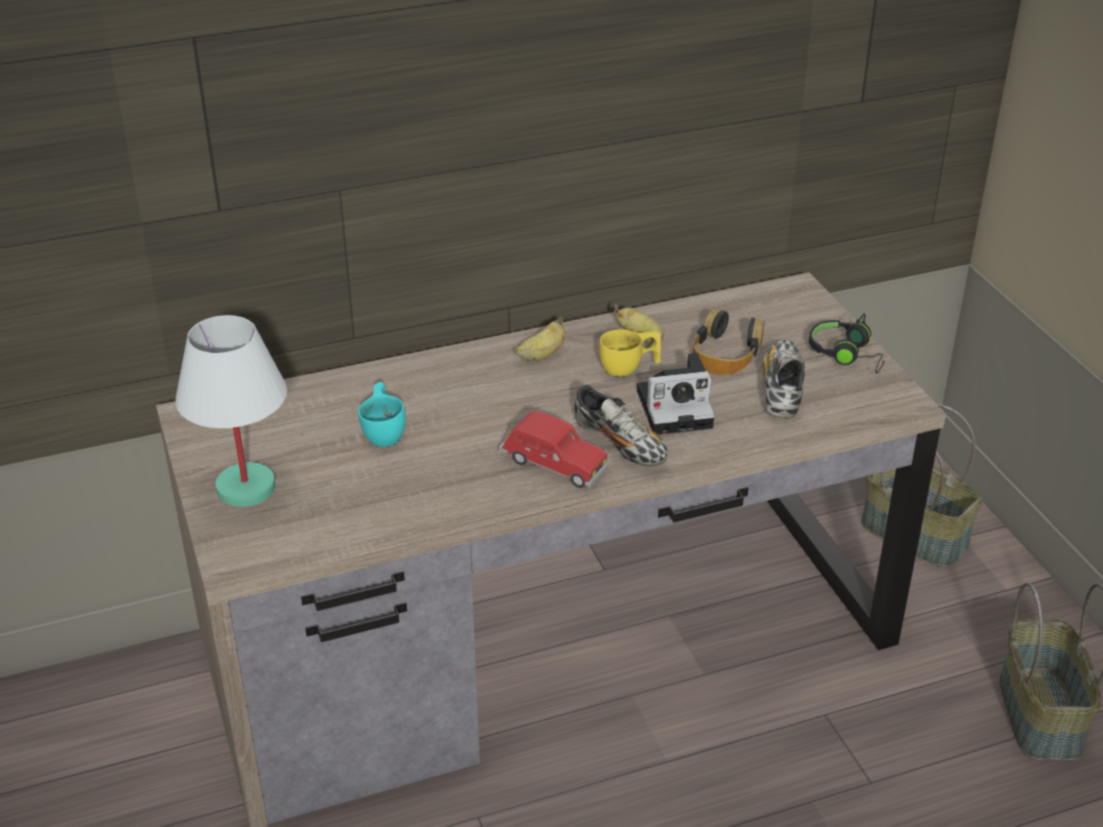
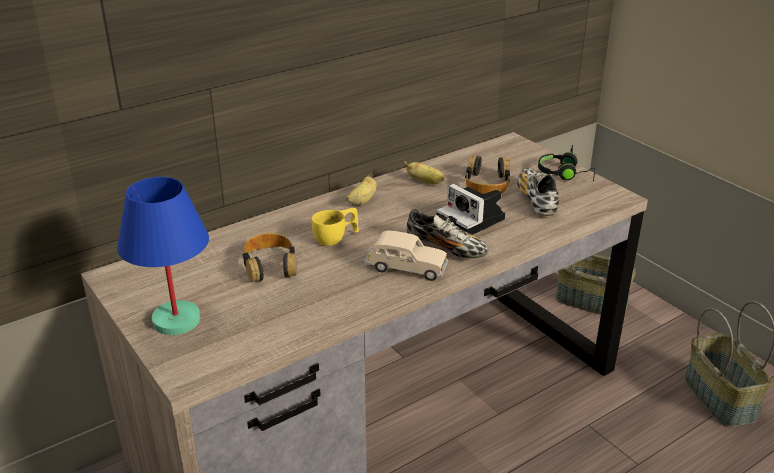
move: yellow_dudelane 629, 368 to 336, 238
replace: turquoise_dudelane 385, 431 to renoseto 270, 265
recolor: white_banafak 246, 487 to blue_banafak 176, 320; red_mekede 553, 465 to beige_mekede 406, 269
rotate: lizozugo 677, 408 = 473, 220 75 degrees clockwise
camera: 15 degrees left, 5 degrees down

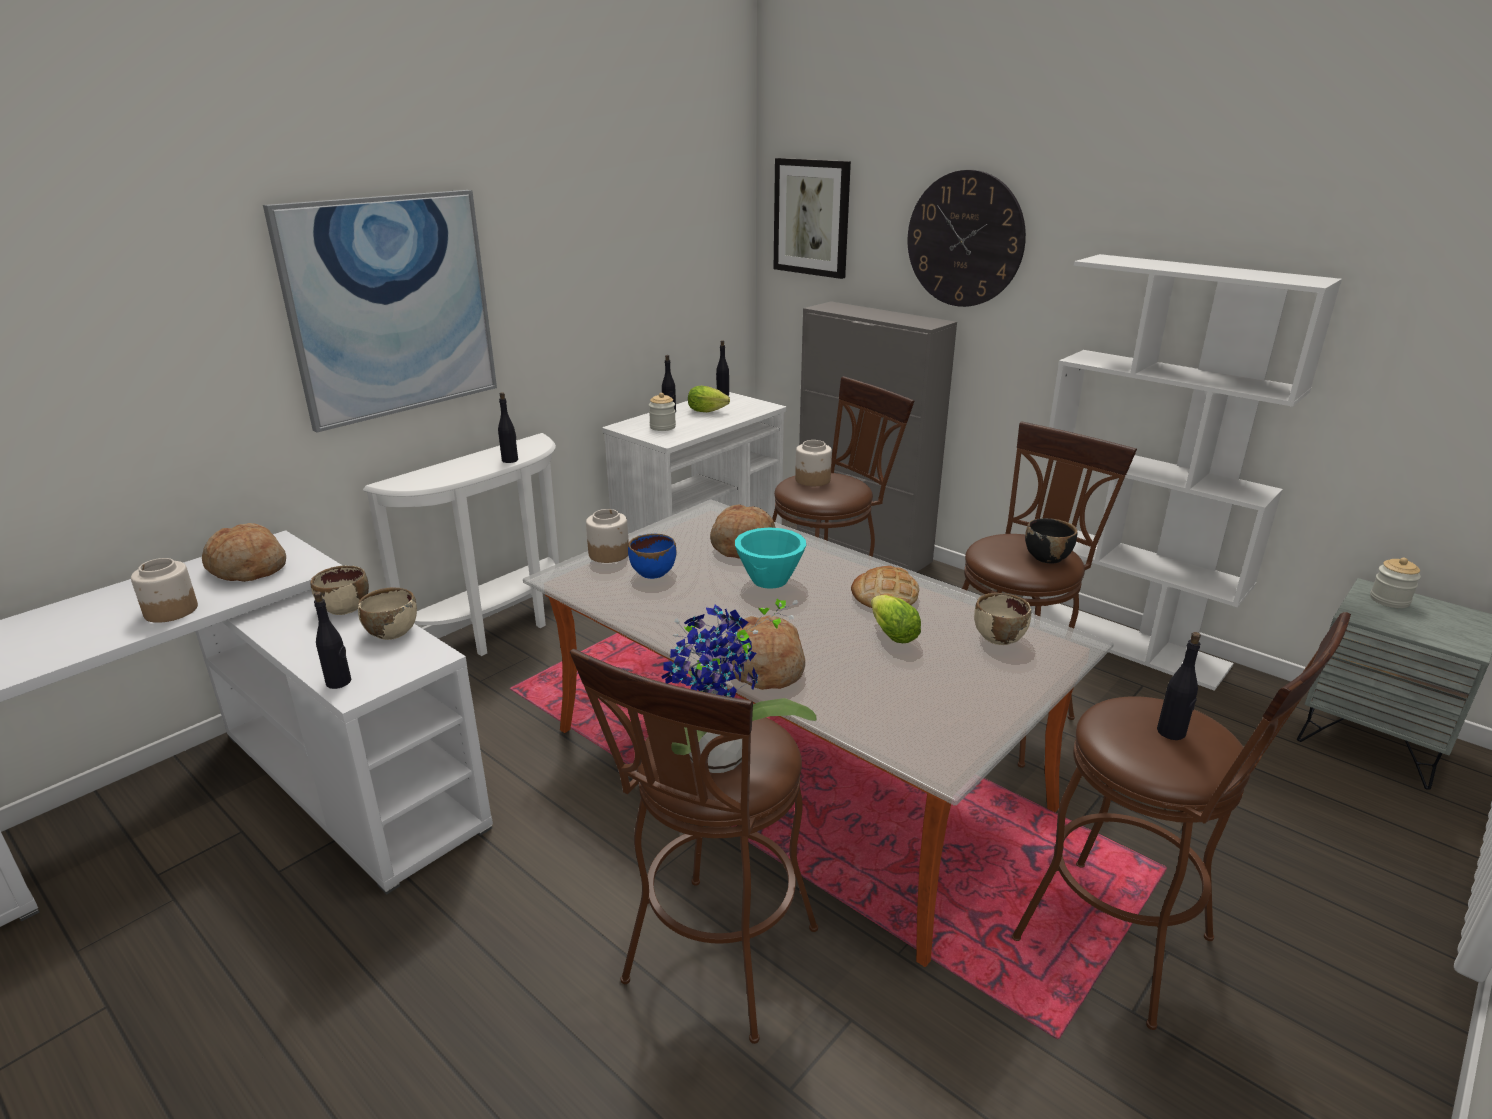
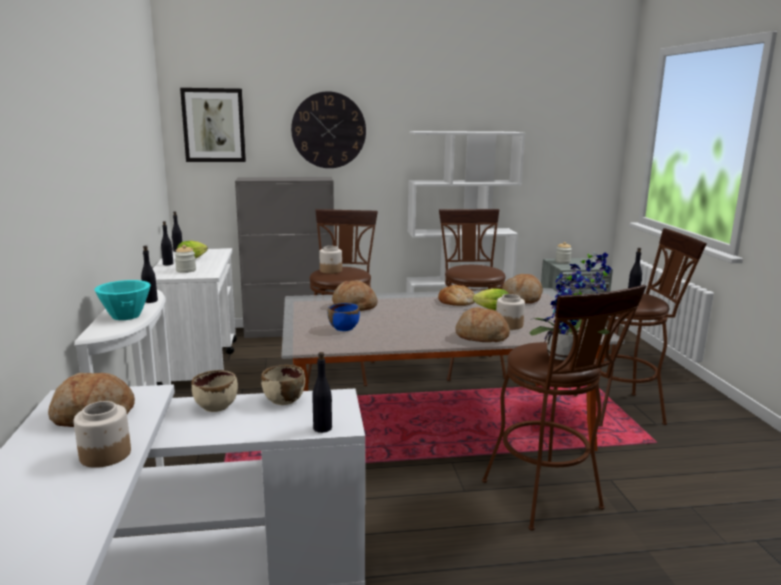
delete: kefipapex 391, 307; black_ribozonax 1047, 557
move: turquoise_ribozonax 769, 580 to 125, 316; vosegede 609, 554 to 508, 325
replace: beige_ribozonax 998, 637 to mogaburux 522, 298
camera: 50 degrees left, 10 degrees down

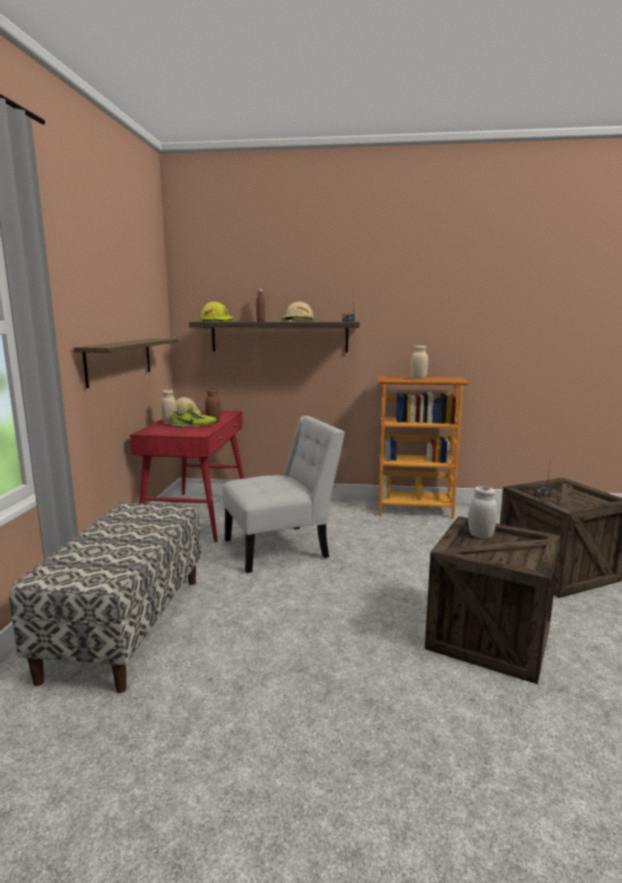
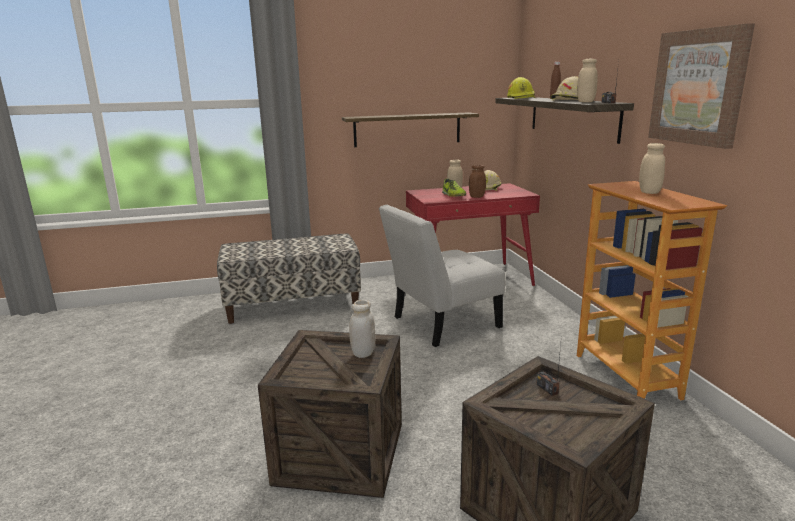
insert: beige_vosegede 585, 102; kefipapex 698, 87
rotate: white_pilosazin 281, 547 = 441, 324 105 degrees clockwise
camera: 70 degrees right, 5 degrees up

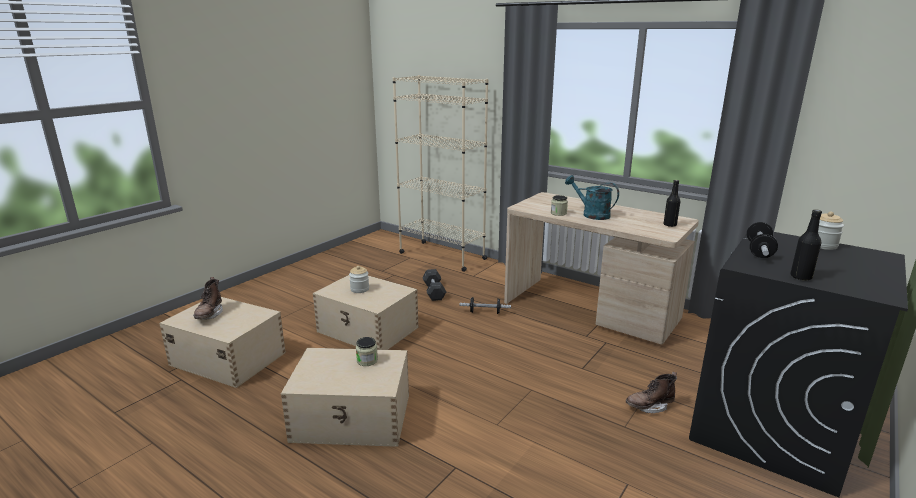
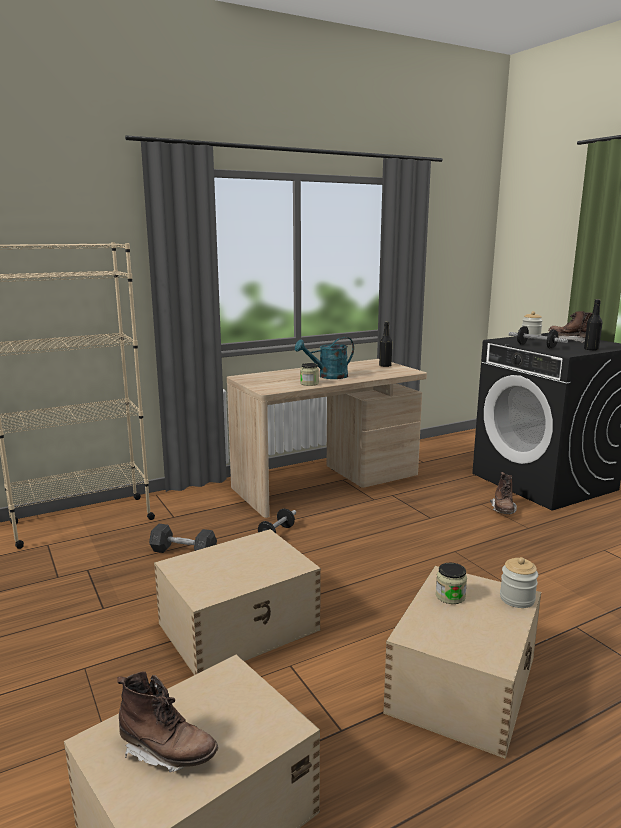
insert: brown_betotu 571, 340
move: vosegede 359, 289 to 517, 599
camera: 65 degrees left, 5 degrees down

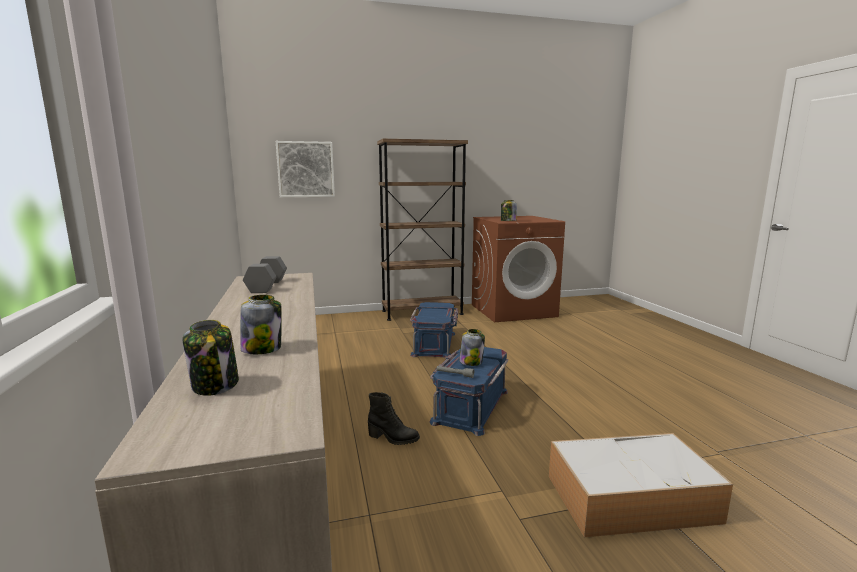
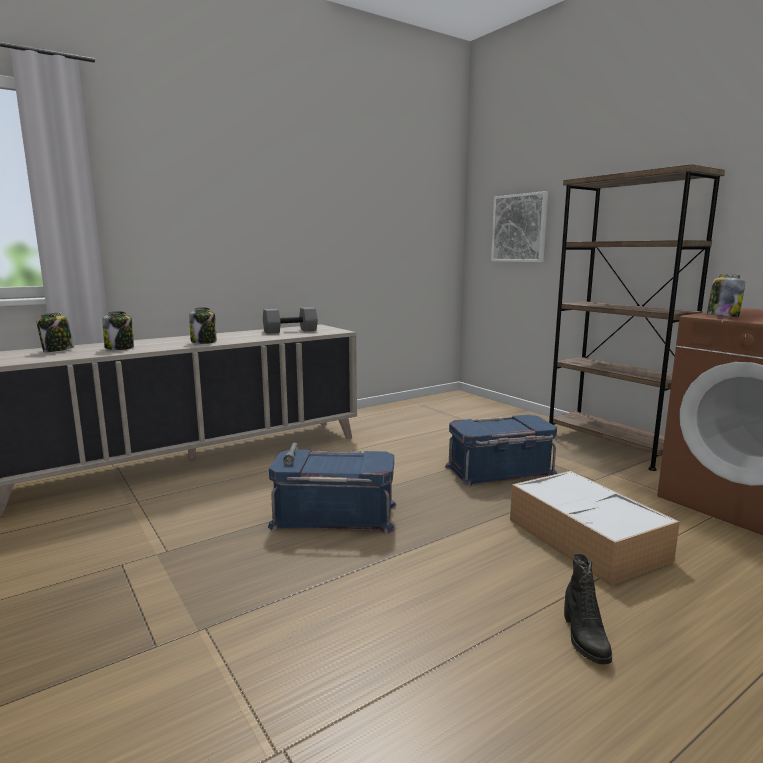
move: vosegede 471, 362 to 204, 342; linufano 632, 498 to 588, 540; black_betotu 393, 438 to 584, 638
camera: 70 degrees right, 0 degrees up

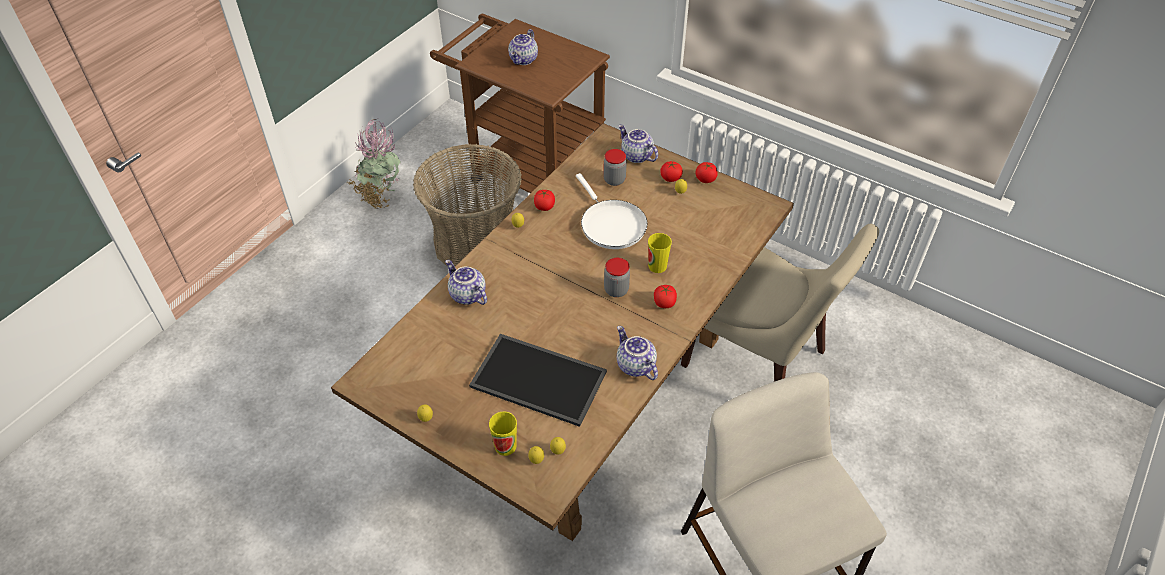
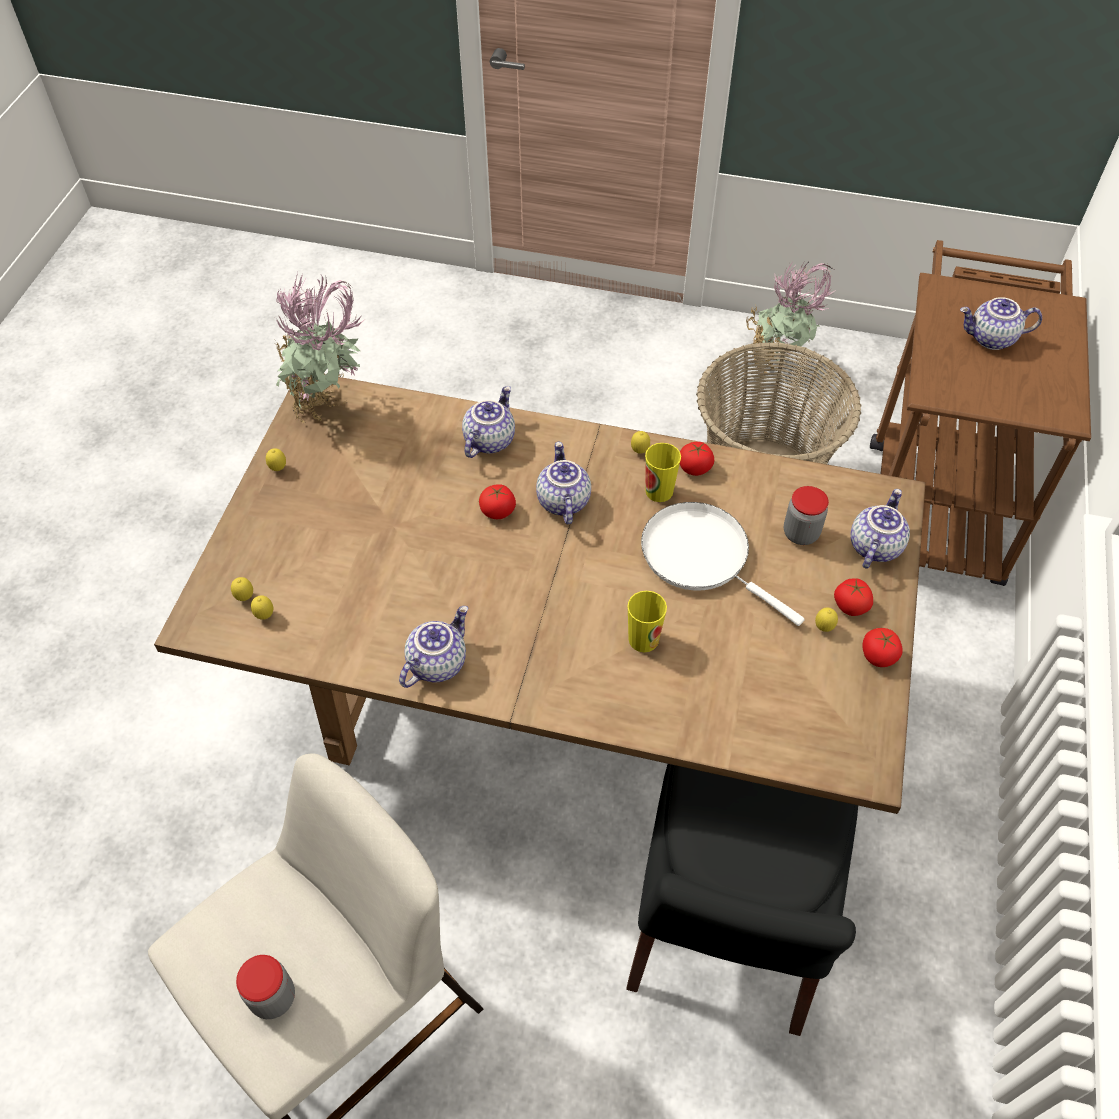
delete: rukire 540, 378
insert: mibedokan 330, 409; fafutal 562, 501
move: vosegede 616, 290 to 273, 997; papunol 664, 303 to 497, 511; dudelane 505, 446 to 659, 491
recolor: beige_pilosazin 758, 361 to black_pilosazin 726, 928
rotate: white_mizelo 611, 224 = 701, 556 90 degrees clockwise
camera: 70 degrees right, 5 degrees up

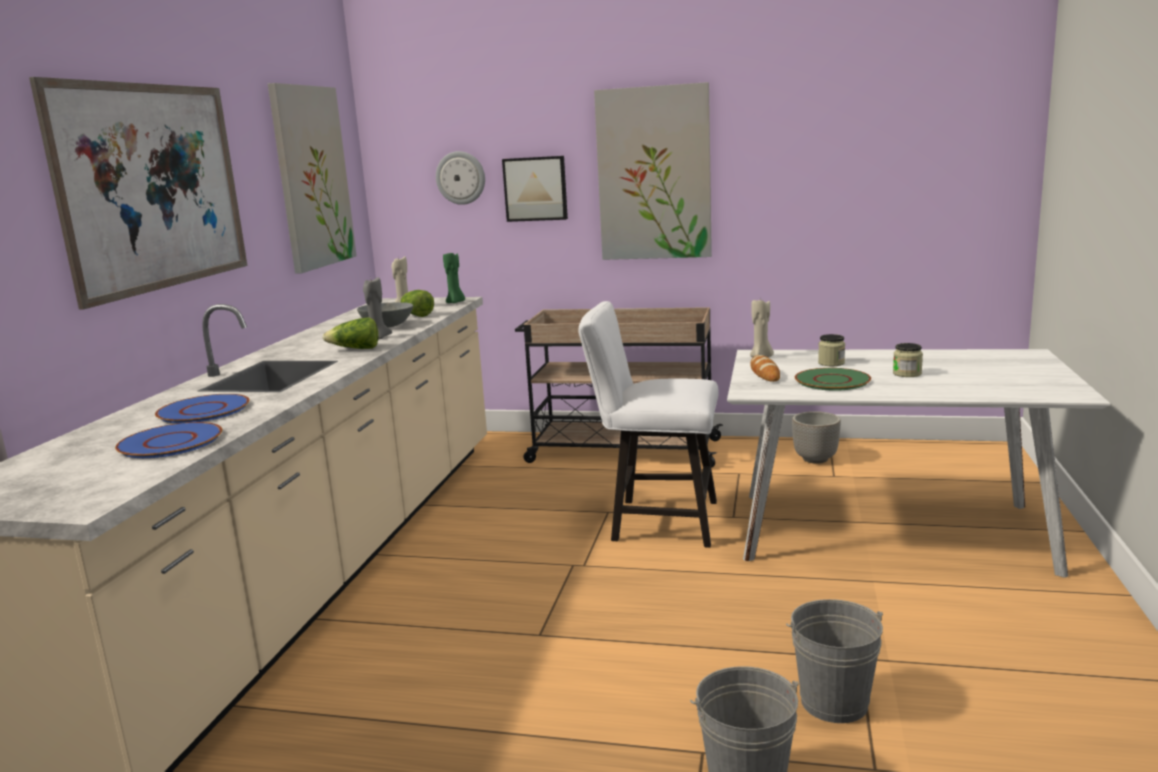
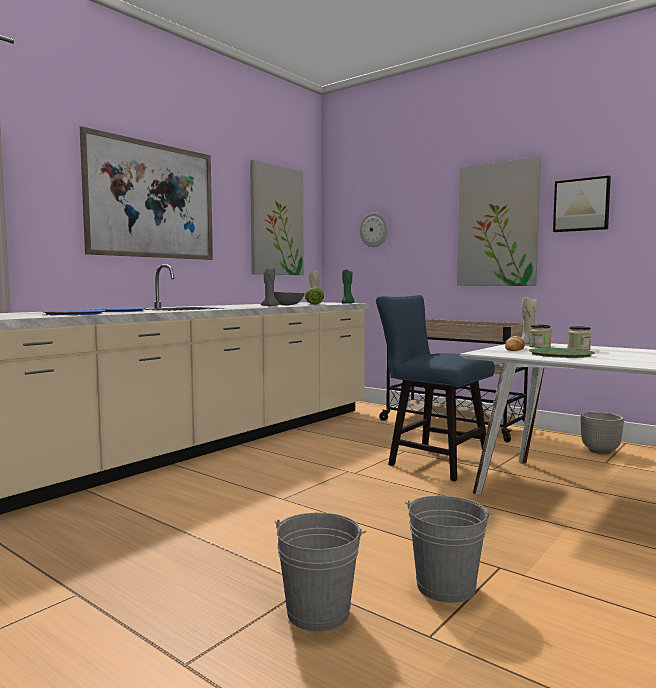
delete: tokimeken 355, 349
move: vosegede 907, 374 to 539, 347; kefipapex 535, 188 to 581, 205
recolor: white_pilosazin 655, 521 to blue_pilosazin 431, 461
camera: 25 degrees right, 10 degrees down

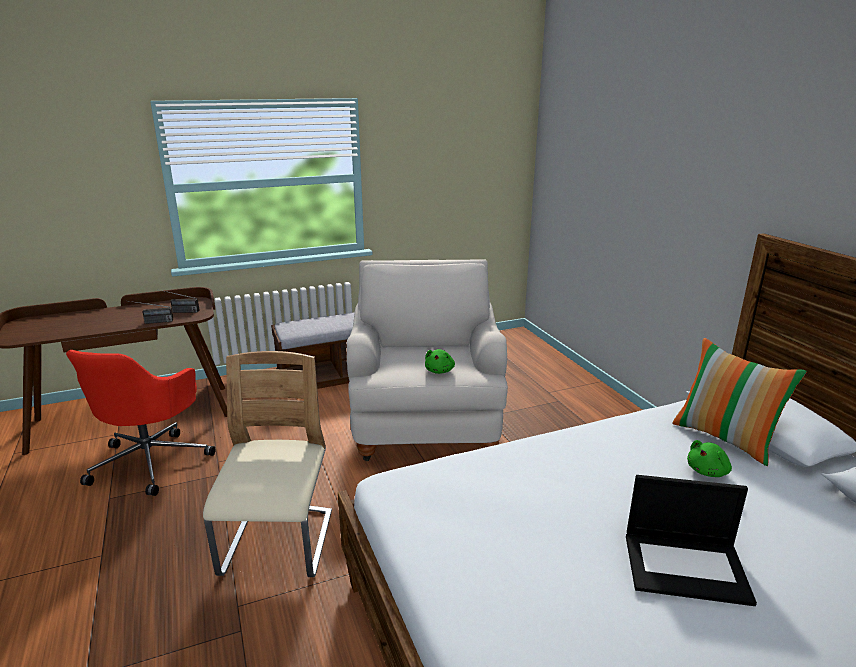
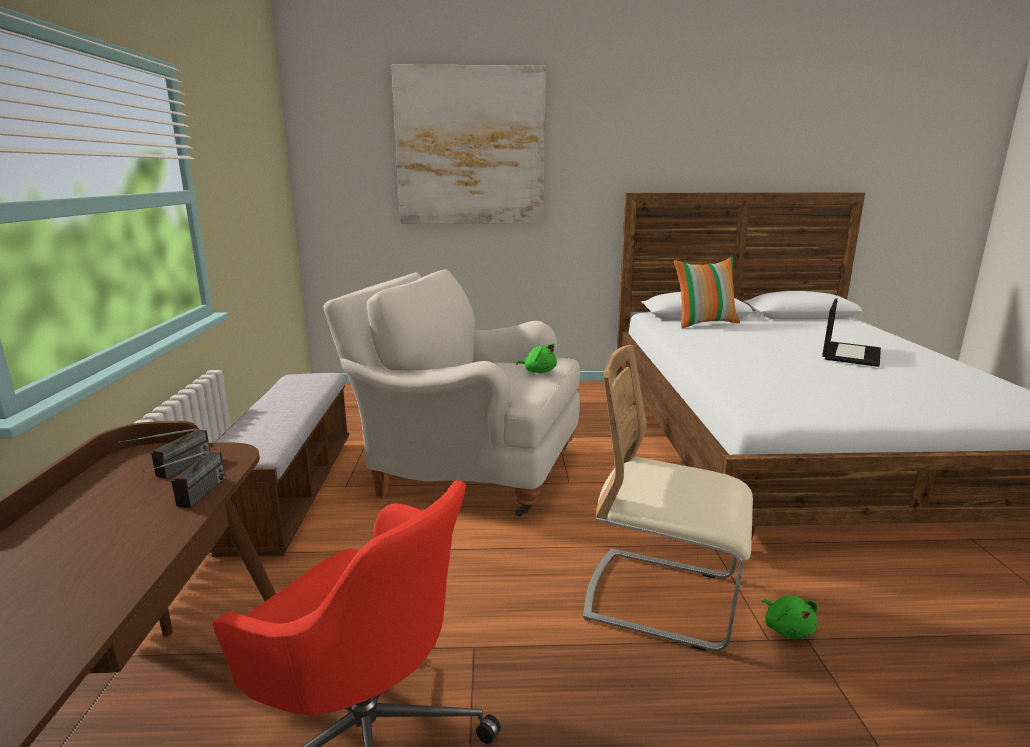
insert: kefipapex 470, 147
move: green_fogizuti 708, 471 to 787, 629
camera: 70 degrees left, 5 degrees down

